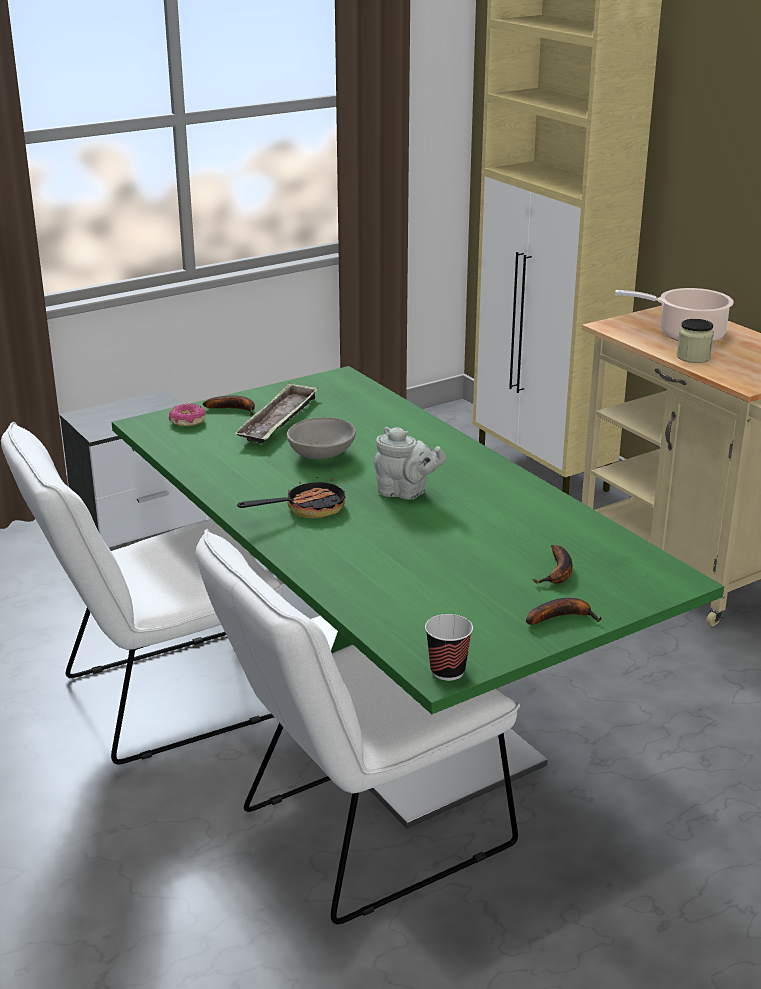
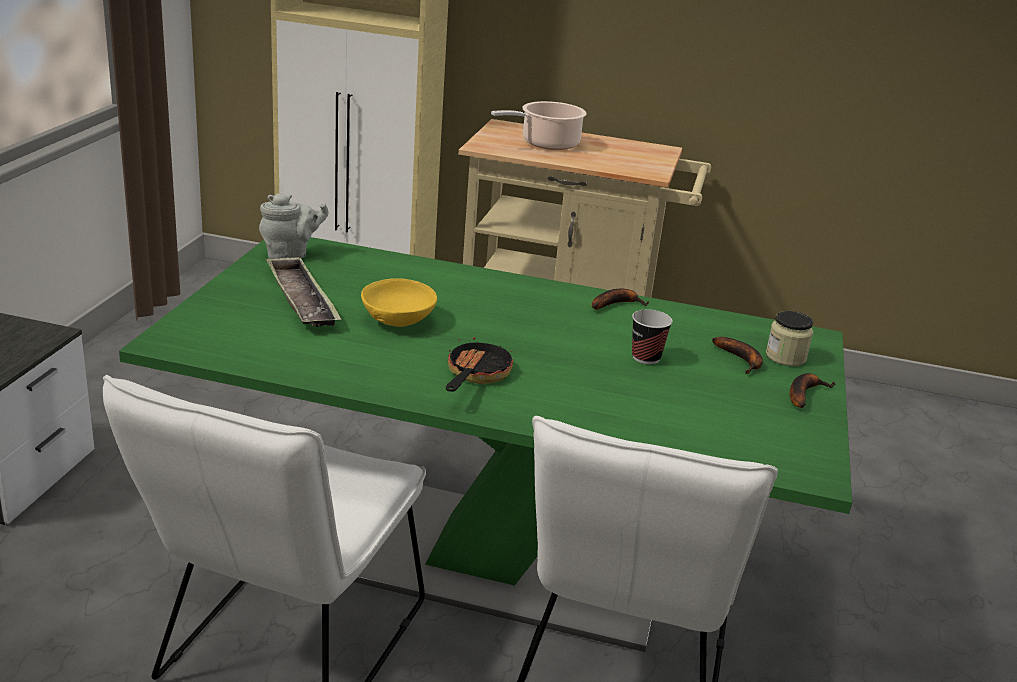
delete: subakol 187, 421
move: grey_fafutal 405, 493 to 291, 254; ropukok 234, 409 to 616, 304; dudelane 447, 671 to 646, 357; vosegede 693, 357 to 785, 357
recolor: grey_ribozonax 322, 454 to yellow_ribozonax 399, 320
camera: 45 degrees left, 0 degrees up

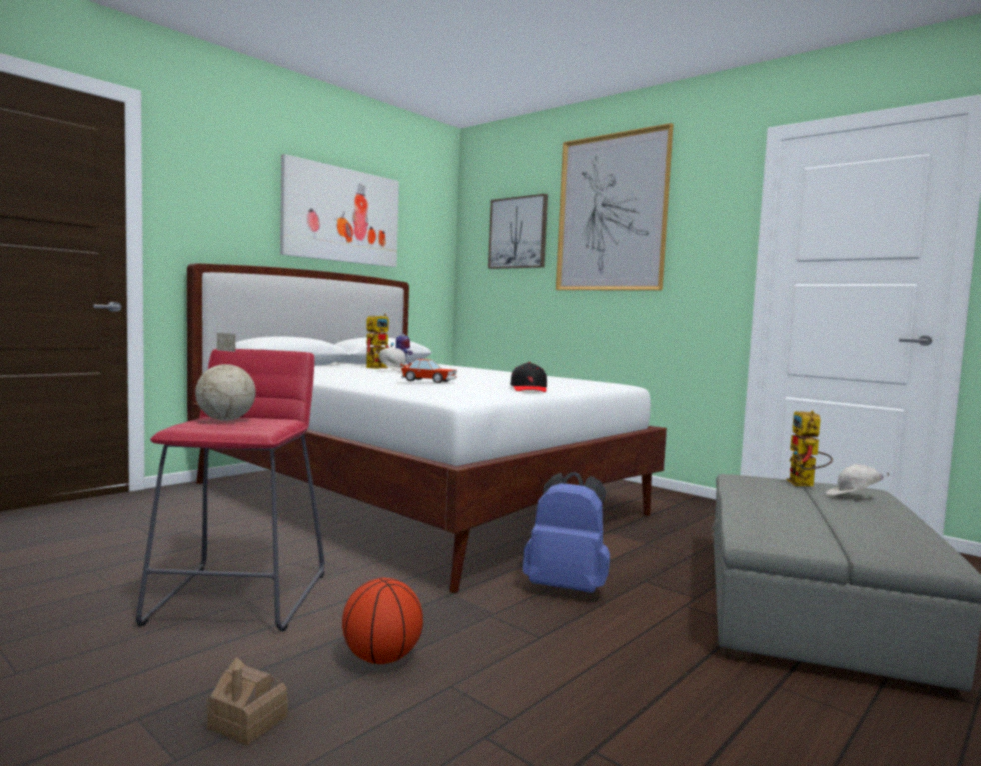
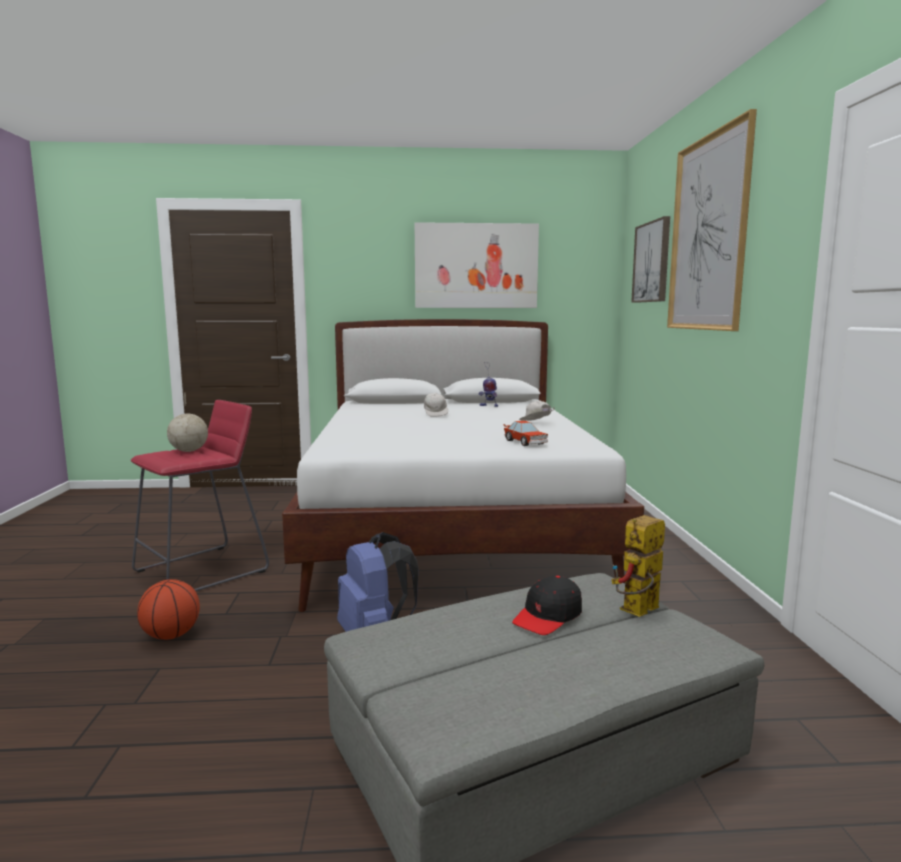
delete: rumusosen 247, 723; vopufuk 378, 367
move: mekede 429, 381 to 525, 442; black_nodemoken 529, 389 to 548, 616; white_nodemoken 853, 497 to 536, 423
camera: 45 degrees right, 5 degrees up

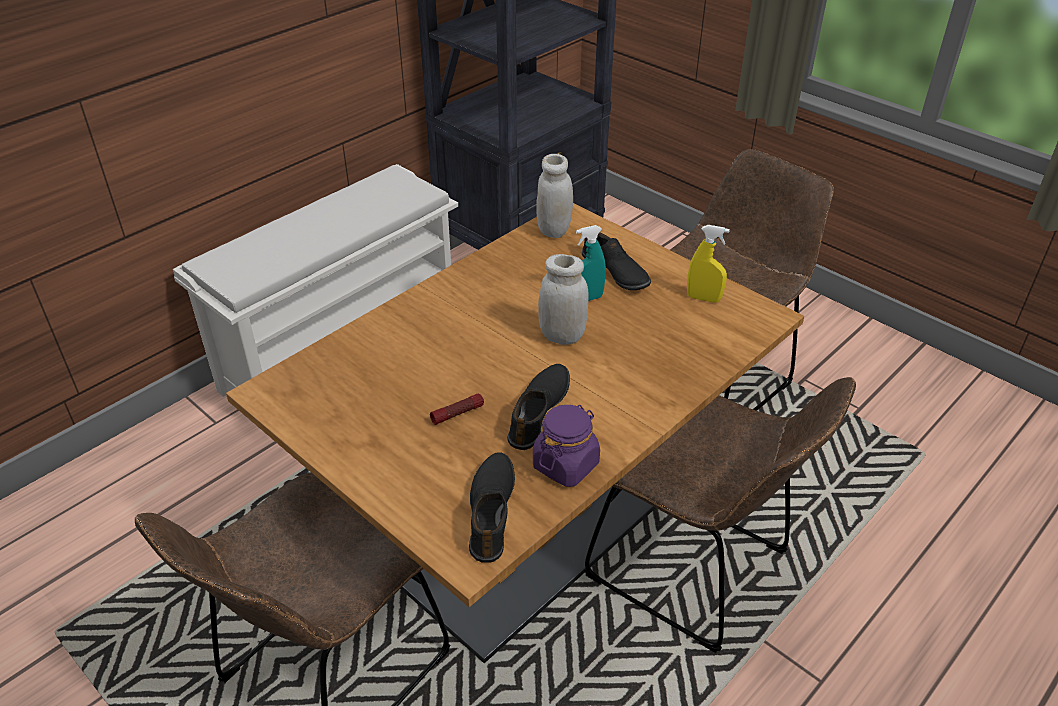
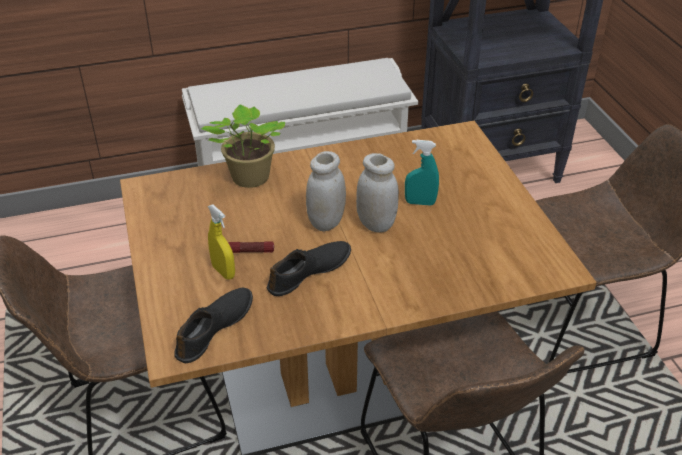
delete: purple_vosegede 566, 465; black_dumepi 615, 272
insert: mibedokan 248, 179
move: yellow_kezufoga 703, 298 to 223, 272; white_vosegede 554, 230 to 326, 222
camera: 30 degrees right, 0 degrees up

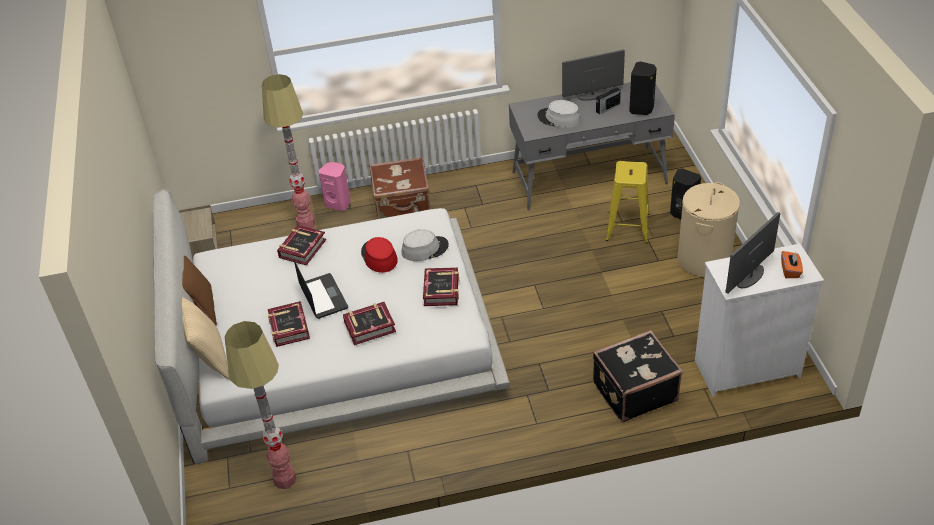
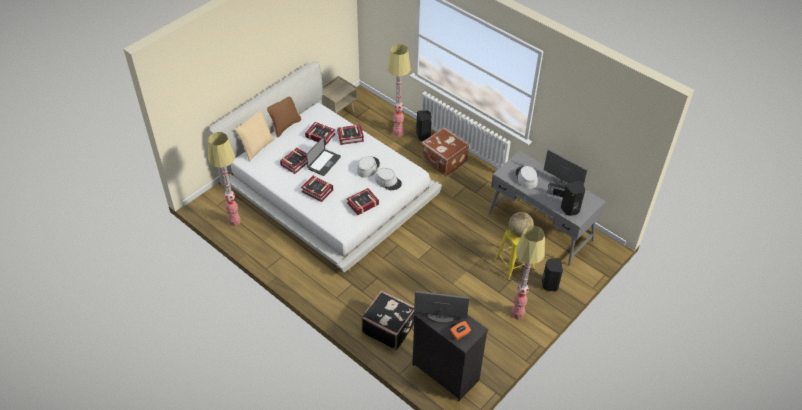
insert: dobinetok 320, 136; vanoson 519, 232
replace: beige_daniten 704, 260 to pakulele 517, 313
recolor: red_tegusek 379, 257 to grey_tegusek 368, 167; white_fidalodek 745, 368 to black_fidalodek 445, 371; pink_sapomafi 338, 203 to black_sapomafi 423, 135
camera: 50 degrees right, 5 degrees up

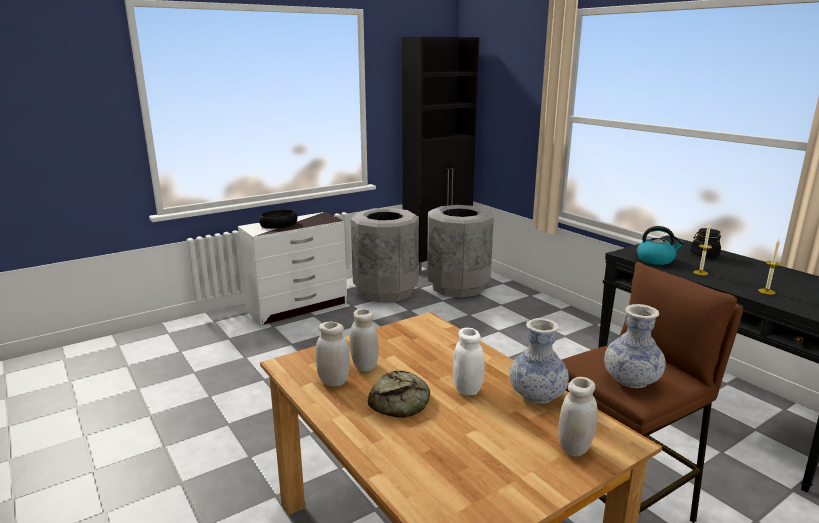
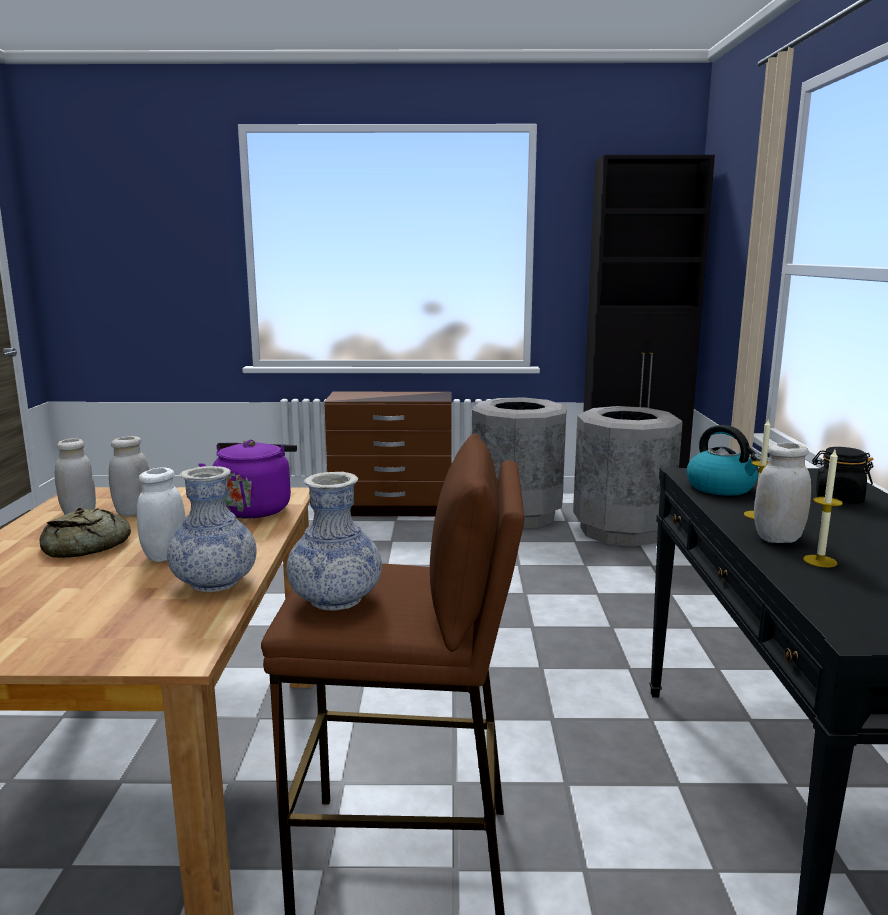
delete: black_ribozonax 279, 224
insert: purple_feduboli 254, 508
move: white_vosegede 574, 448 to 778, 538
recolor: white_fidalodek 298, 307 to brown_fidalodek 392, 508
camera: 35 degrees right, 5 degrees down

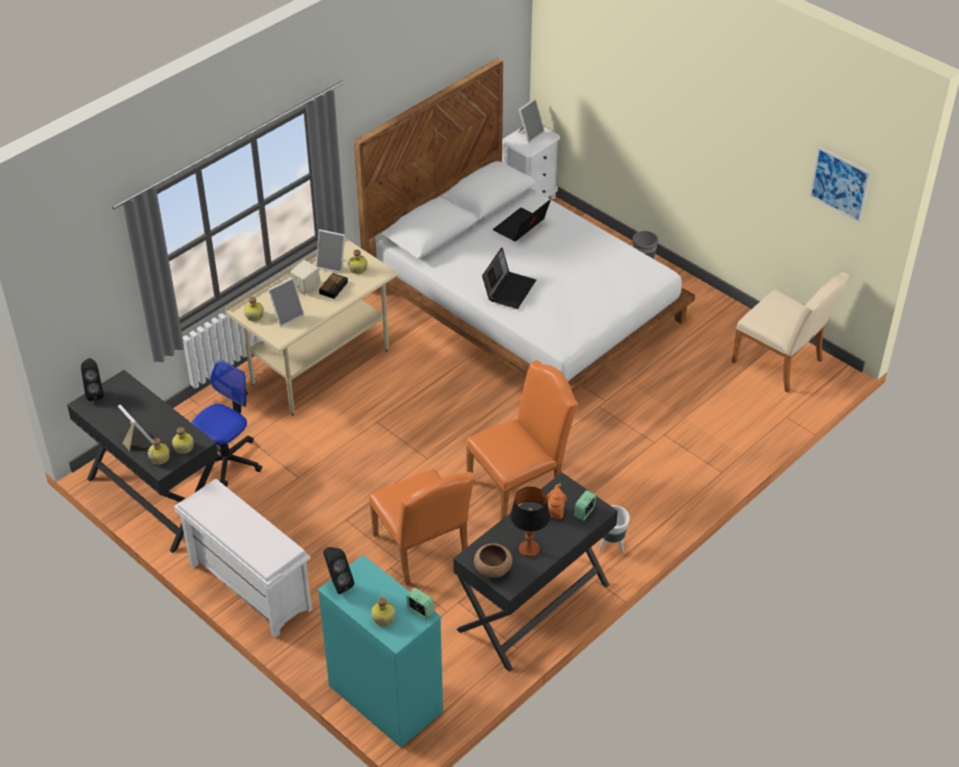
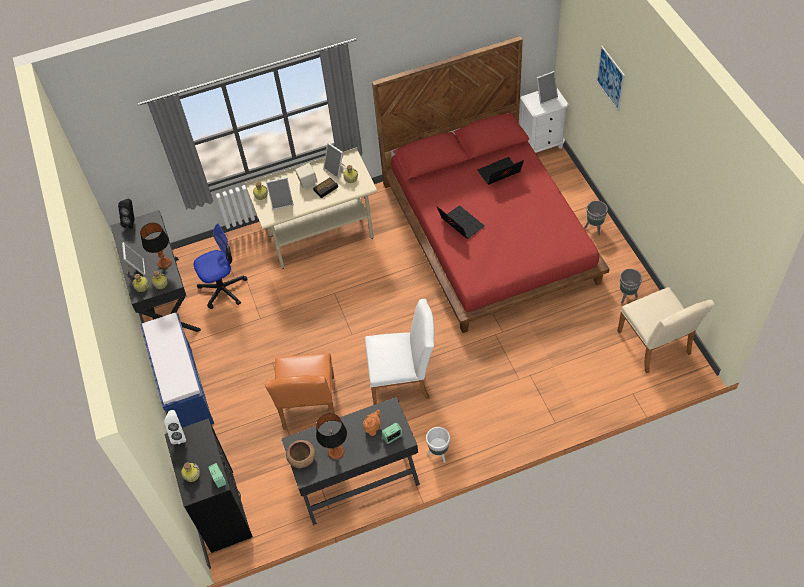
insert: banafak 164, 263; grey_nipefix 627, 296
move: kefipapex 839, 184 to 610, 78
recolor: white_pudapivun 248, 586 to blue_pudapivun 185, 390; black_sapomafi 337, 583 to white_sapomafi 179, 434; turquoise_fidalodek 384, 698 to black_fidalodek 222, 510; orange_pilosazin 521, 485 to white_pilosazin 404, 379; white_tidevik 526, 304 to red_tidevik 490, 232
rotate: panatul 509, 289 = 460, 224 90 degrees counterclockwise
camera: 30 degrees right, 10 degrees up

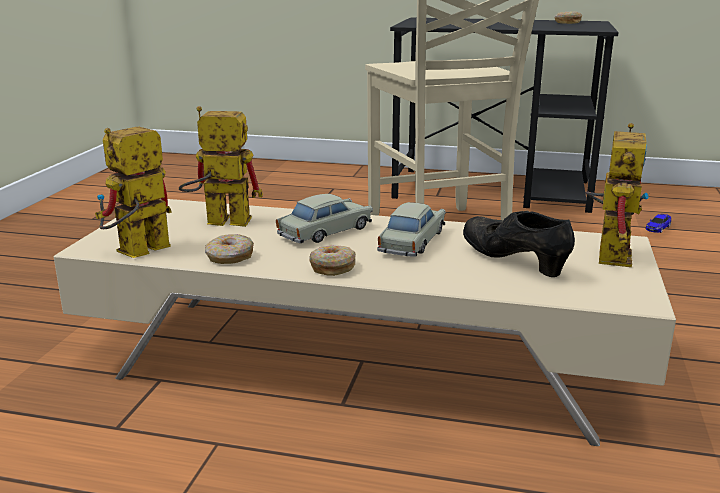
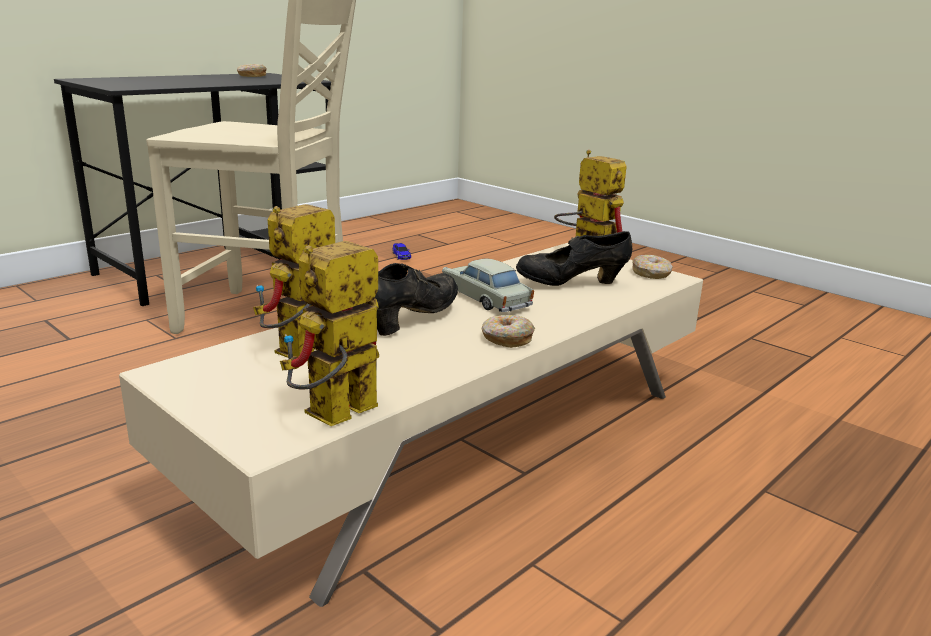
move: subakol 230, 257 to 651, 274
replace: beige_mekede 325, 232 to black_dumepi 411, 319
rotate: vopufuk 137, 253 = 334, 418 60 degrees clockwise
camera: 60 degrees left, 0 degrees up

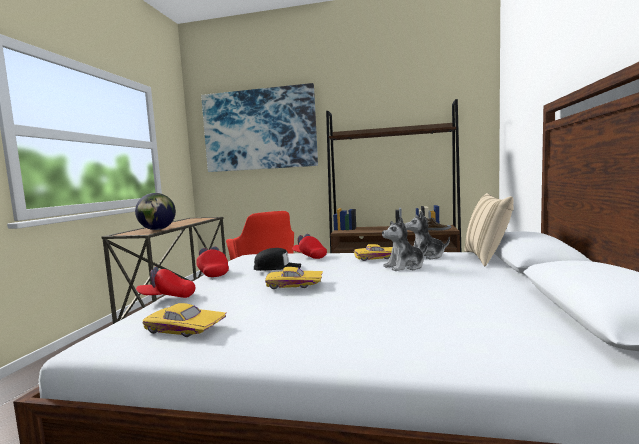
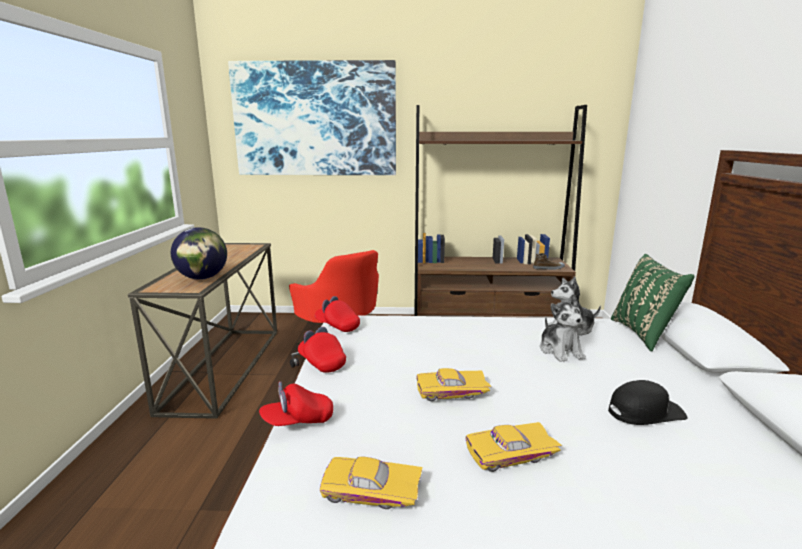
move: red_nodemoken 309, 256 to 337, 326; yellow_mekede 376, 258 to 512, 455; black_nodemoken 277, 267 to 645, 412
recolor: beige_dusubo 487, 258 to green_dusubo 644, 334
rotate: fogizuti 405, 267 = 560, 351 75 degrees counterclockwise
camera: 10 degrees left, 10 degrees up

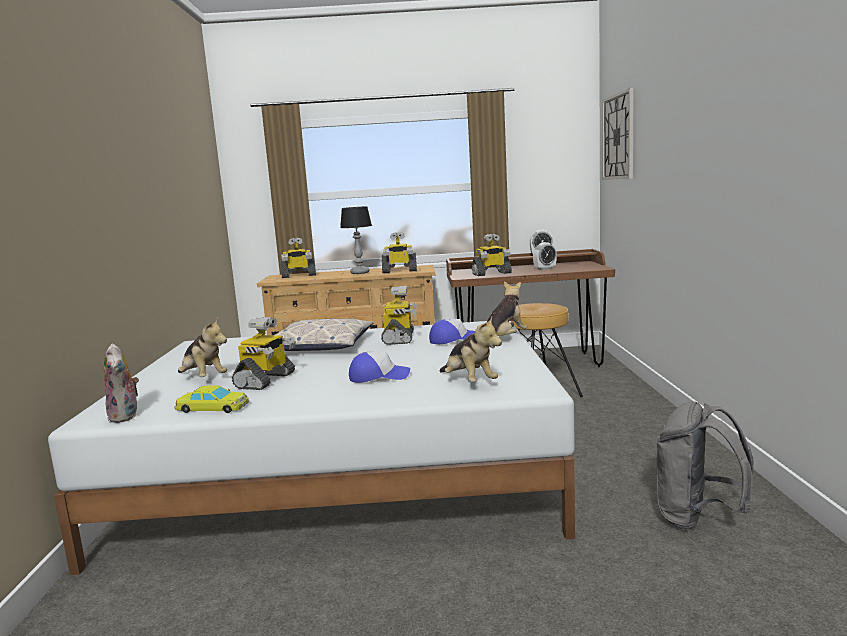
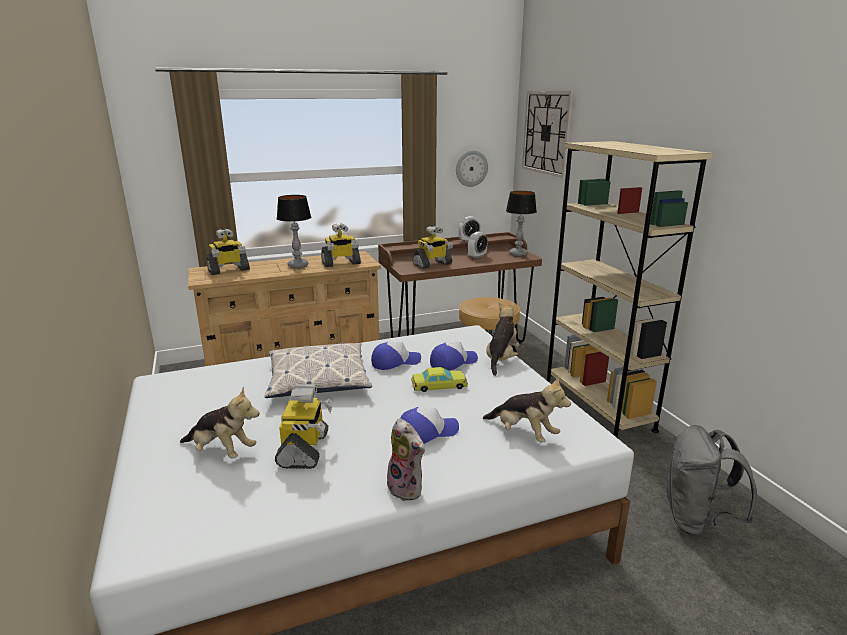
insert: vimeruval 471, 168; banafak 518, 254; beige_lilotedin 597, 407
move: fogizuti 126, 416 to 407, 488; yellow_mekede 213, 408 to 439, 385
replace: vopufuk 399, 338 to nodemoken 395, 362
camera: 20 degrees left, 10 degrees up

